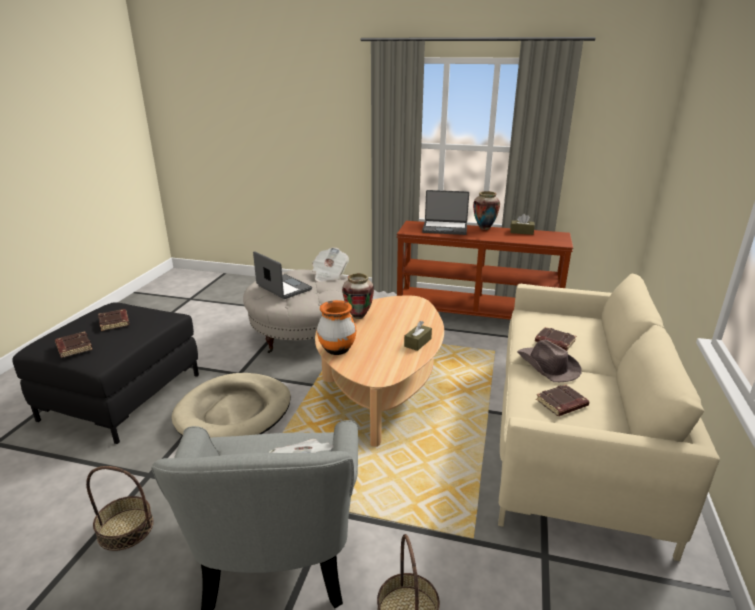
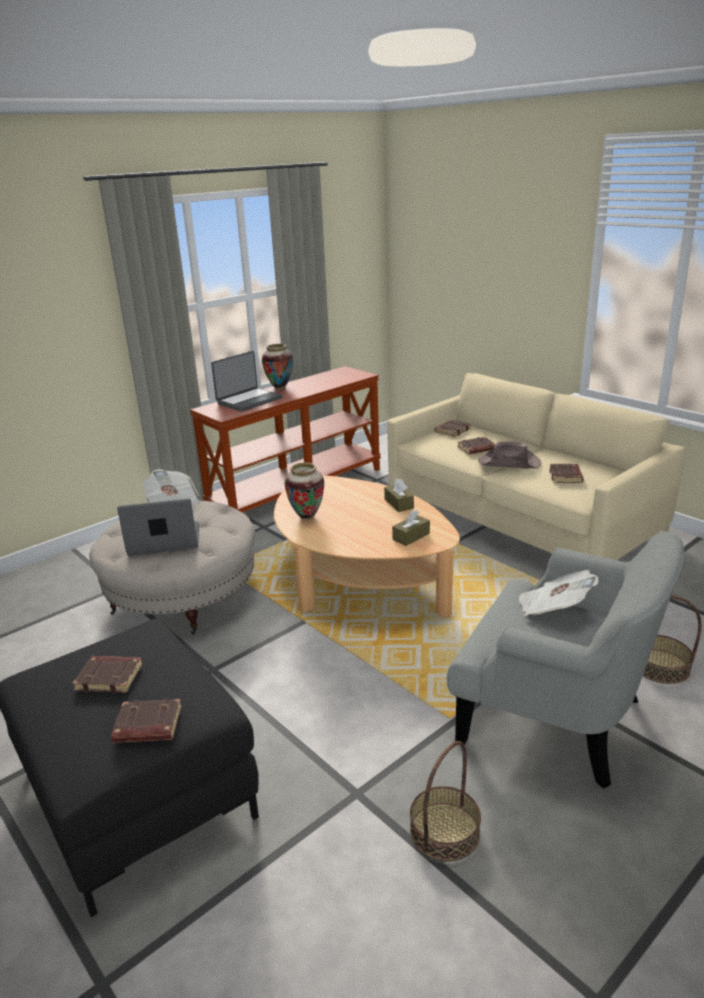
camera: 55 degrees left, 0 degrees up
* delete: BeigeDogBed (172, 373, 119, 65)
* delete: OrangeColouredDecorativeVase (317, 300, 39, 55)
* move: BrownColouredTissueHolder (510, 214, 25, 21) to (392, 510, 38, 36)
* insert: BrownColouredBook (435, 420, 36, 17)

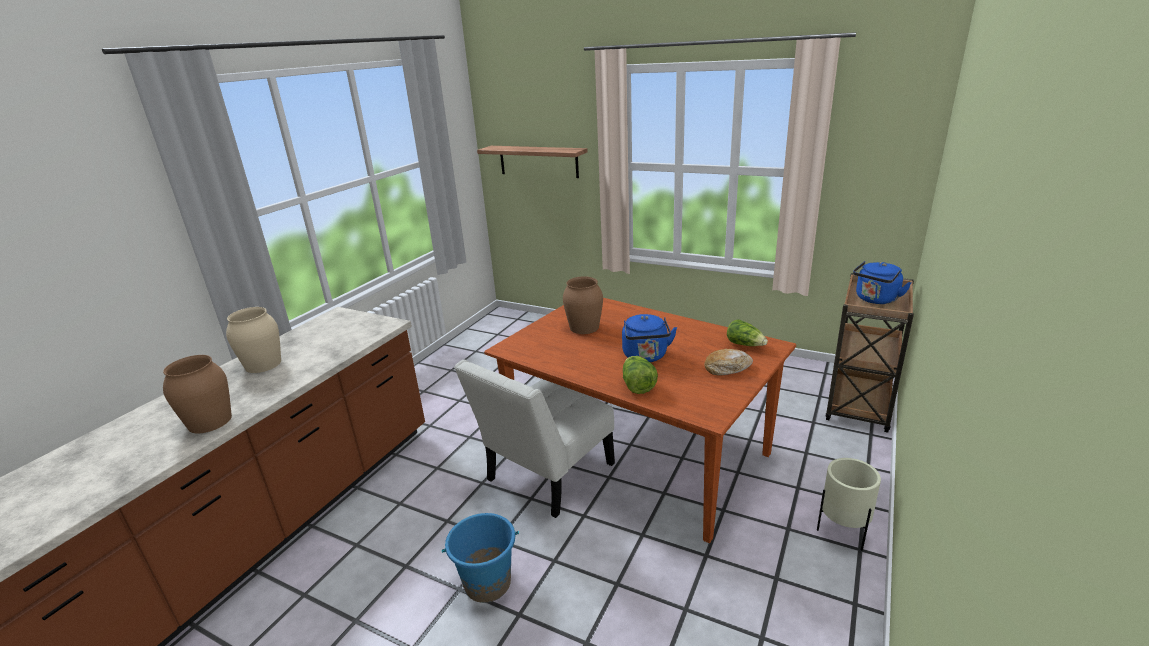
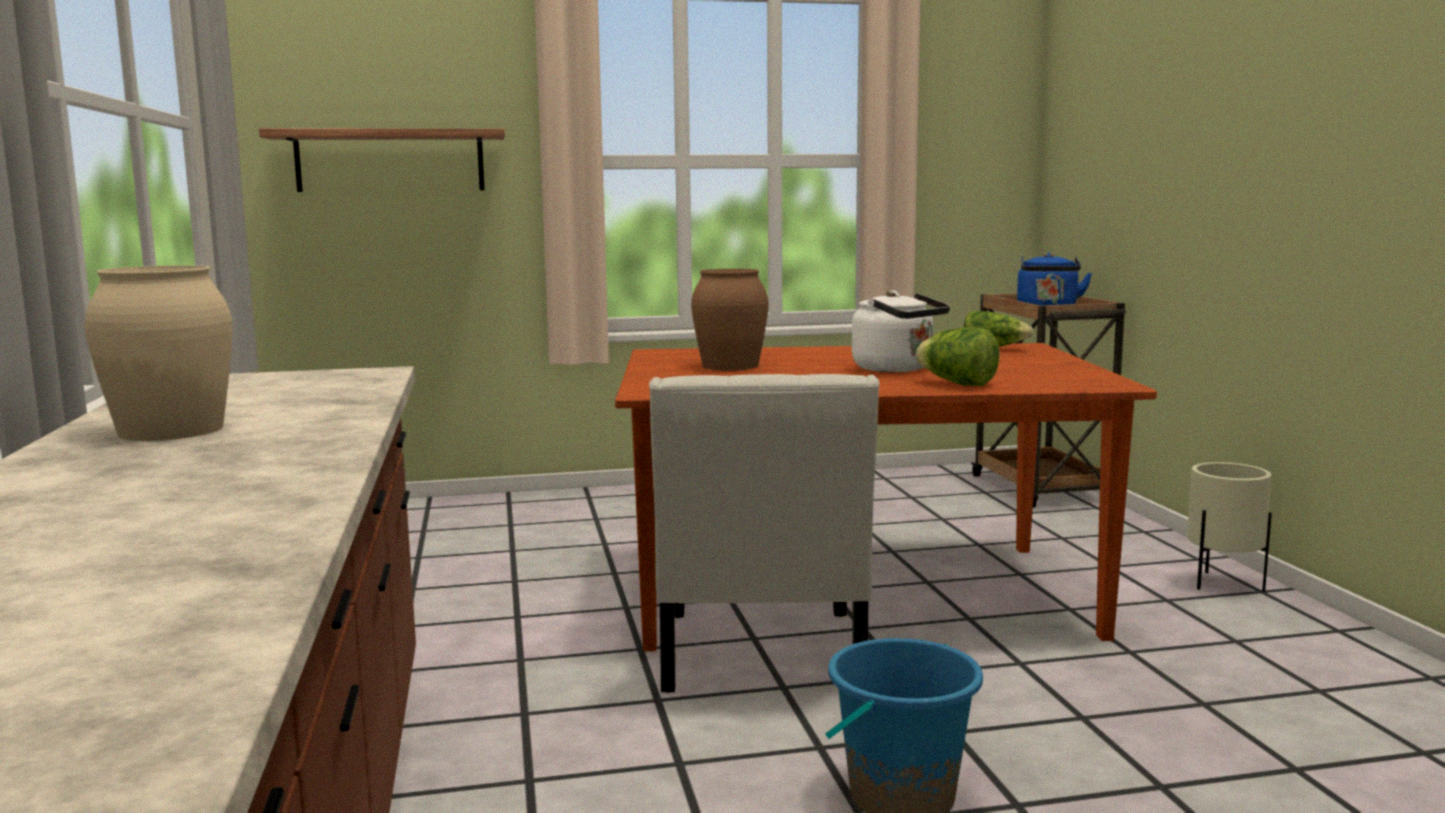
camera: 40 degrees left, 15 degrees down
* delete: BrownColouredDecorativeVase (163, 355, 69, 78)
* recolor: BluishWaterKettle (622, 314, 55, 48) to WhiteColouredWaterKettle (852, 290, 98, 82)
* delete: BakedBread (705, 349, 48, 27)

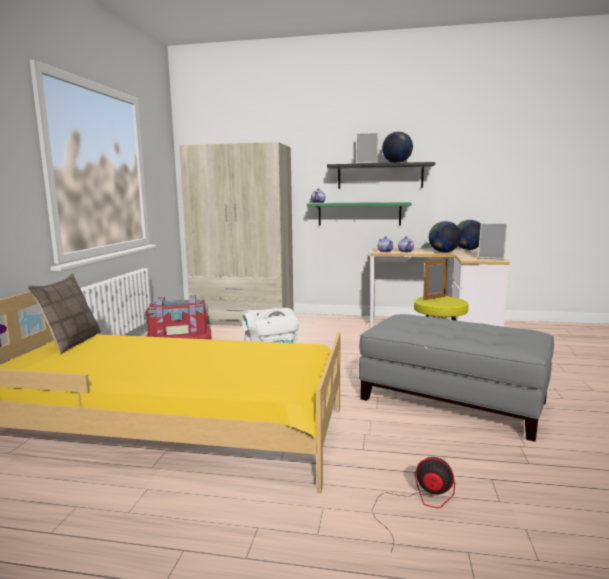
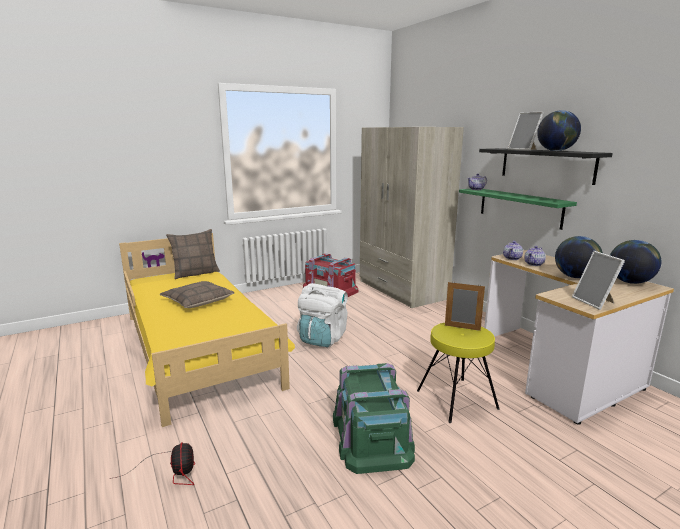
camera: 50 degrees right, 5 degrees up
* replace: GrayOttoman (359, 314, 195, 128) to GreenColouredStorageBin (333, 363, 82, 111)
* insert: Cushion (160, 281, 74, 27)

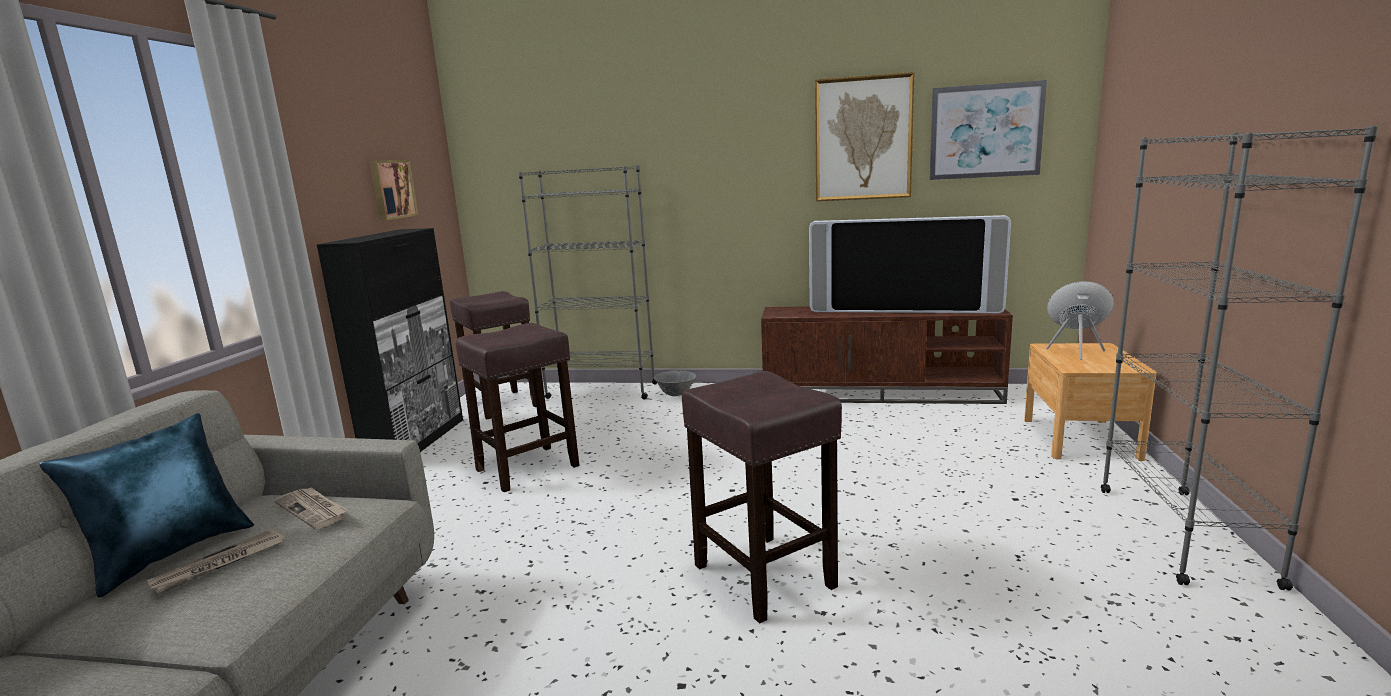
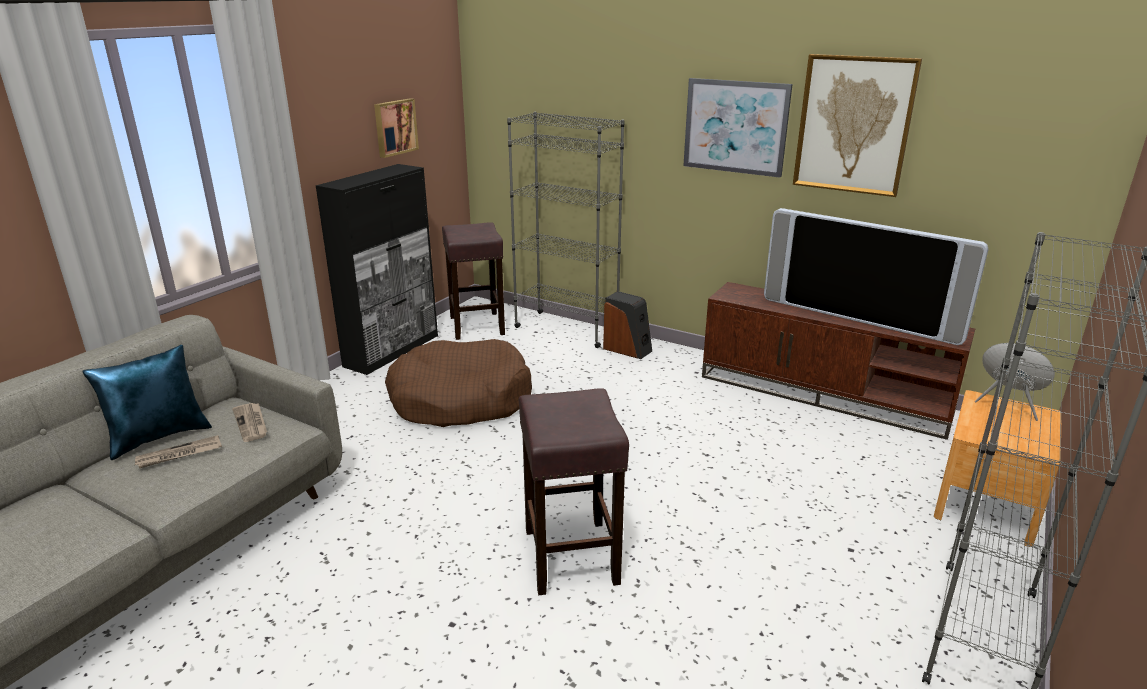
camera: 20 degrees right, 10 degrees up
* replace: BrownColouredStoolSeat (456, 323, 124, 169) to BrownColouredDogBed (385, 339, 147, 88)
* replace: GrayDeepDish (654, 370, 42, 26) to Loudspeaker (603, 291, 49, 68)
* move: WallArt (929, 80, 118, 100) to (683, 78, 109, 100)

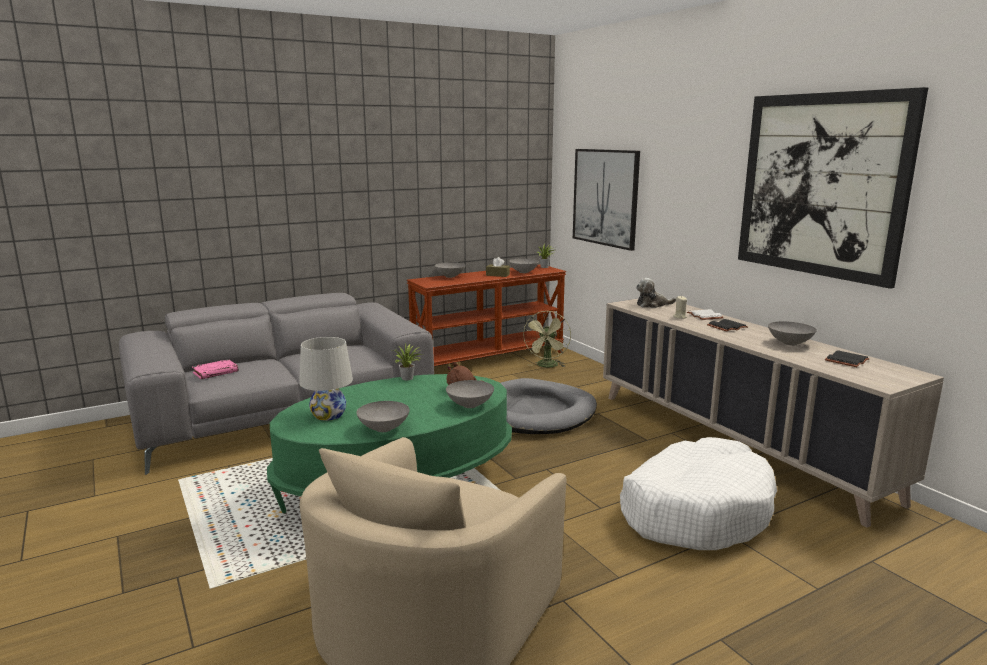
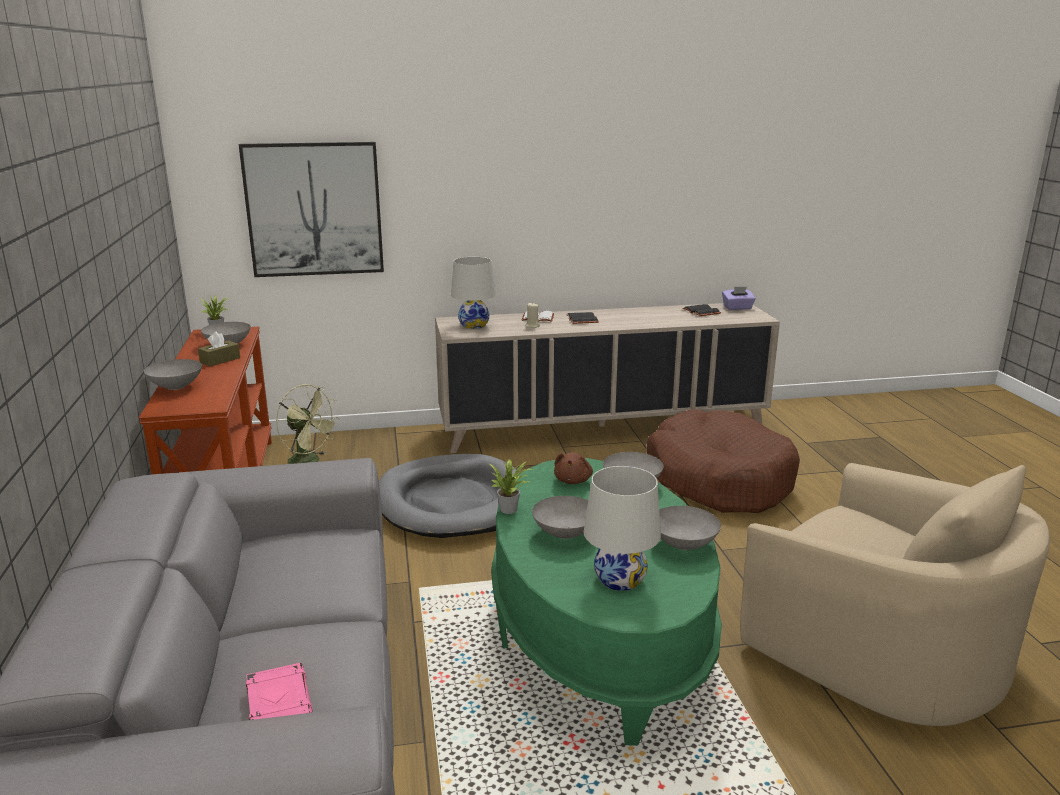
camera: 70 degrees left, 5 degrees up
* recolor: WhiteColouredDogBed (620, 437, 157, 113) to BrownColouredDogBed (647, 409, 153, 104)
* replace: SoftToy (636, 278, 40, 30) to WhiteColouredLampForATable (451, 257, 45, 72)
* delete: WallArt (738, 87, 190, 202)
* move: GrayDeepDish (768, 321, 49, 25) to (532, 496, 56, 43)
* insert: PurpleColouredTissueHolder (722, 287, 34, 23)

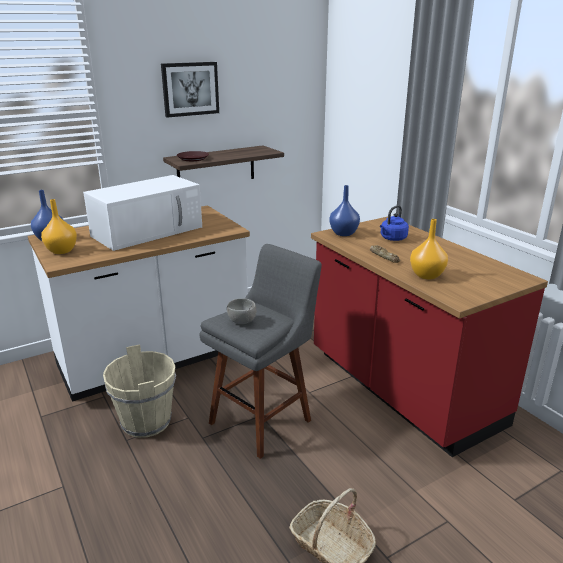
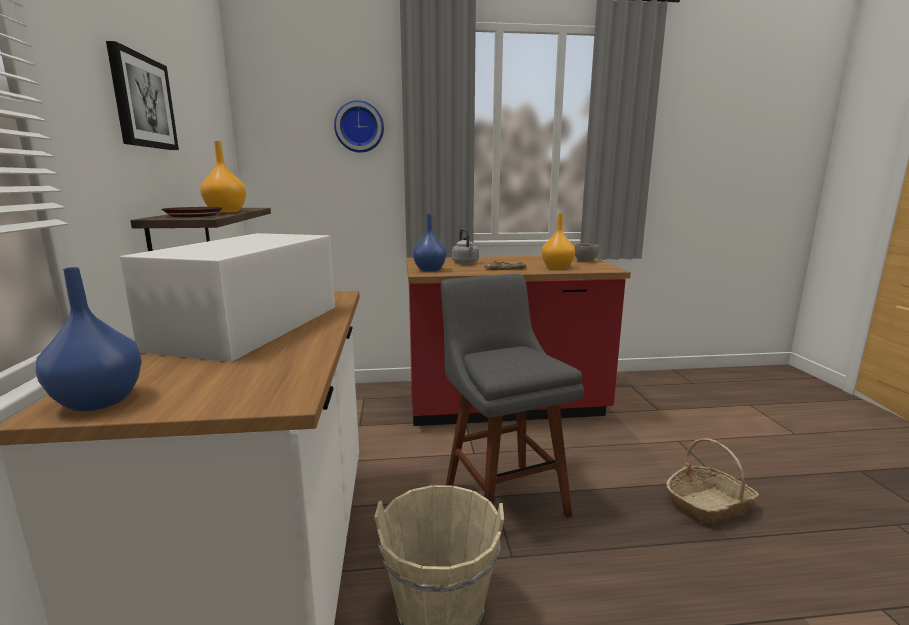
camera: 65 degrees left, 10 degrees down
* move: OrangeColouredDecorativeVase (41, 199, 36, 55) to (200, 141, 46, 72)
* rotate: WhiteColouredMicrowave (83, 175, 119, 76) = (120, 233, 215, 129) 150 degrees counterclockwise
* move: GrayDeepDish (227, 298, 29, 26) to (574, 244, 25, 18)
* recolor: BluishWaterKettle (380, 205, 29, 36) to GrayWaterKettle (452, 229, 27, 35)
* insert: ClockOnTheWall (334, 100, 50, 53)

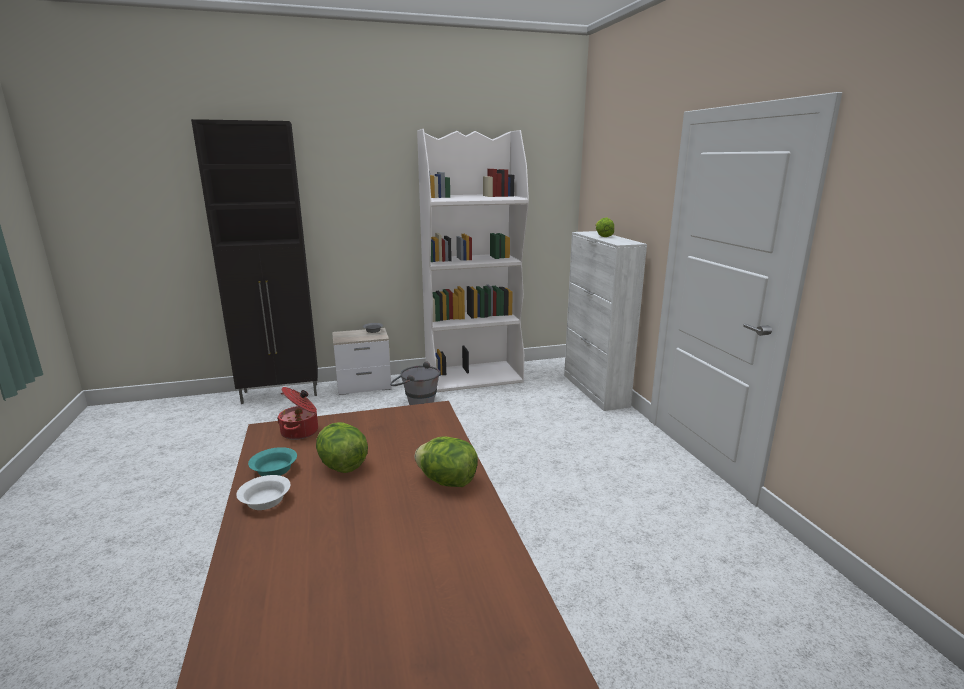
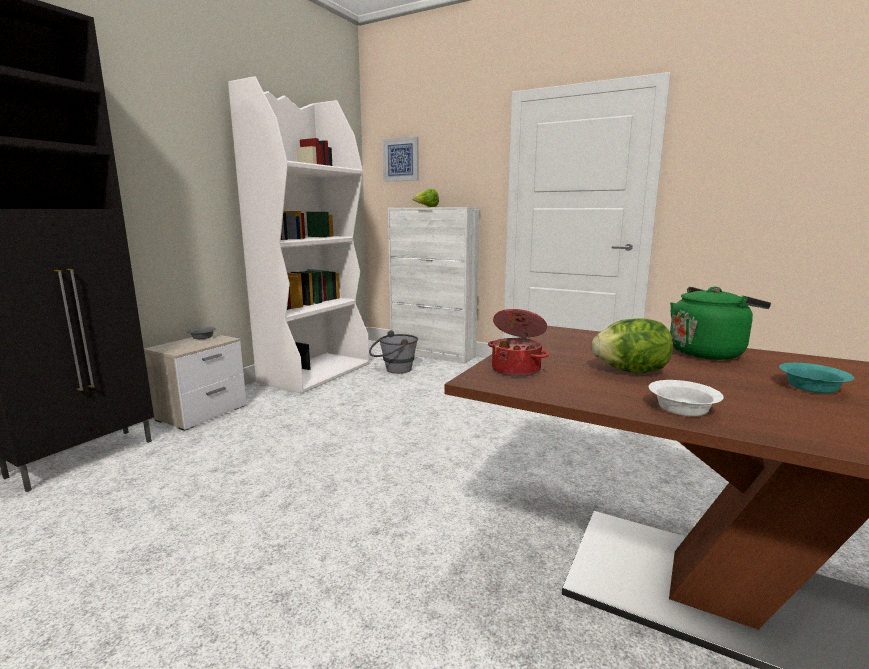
camera: 45 degrees left, 5 degrees down
* move: TurquoiseColouredDeepDish (248, 447, 49, 29) to (779, 363, 75, 30)
* move: GrayWaterBucket (390, 361, 50, 44) to (369, 330, 49, 44)
* replace: Lettuce (415, 436, 63, 51) to GreenColouredWaterKettle (670, 287, 101, 73)
* insert: WallArt (382, 137, 37, 45)

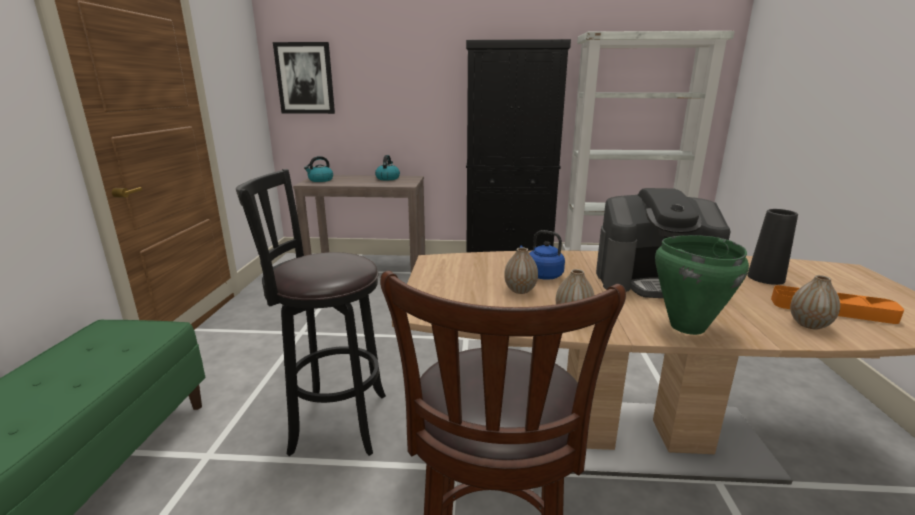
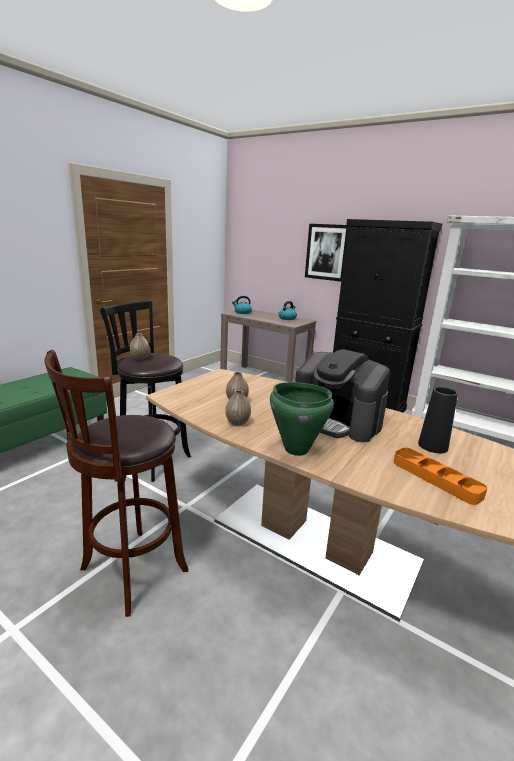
camera: 30 degrees right, 0 degrees up
* move: WallArt (273, 42, 62, 72) to (305, 224, 43, 58)
* delete: BluishWaterKettle (520, 230, 45, 50)
* move: DecorativeVase (790, 275, 50, 54) to (130, 333, 20, 27)

